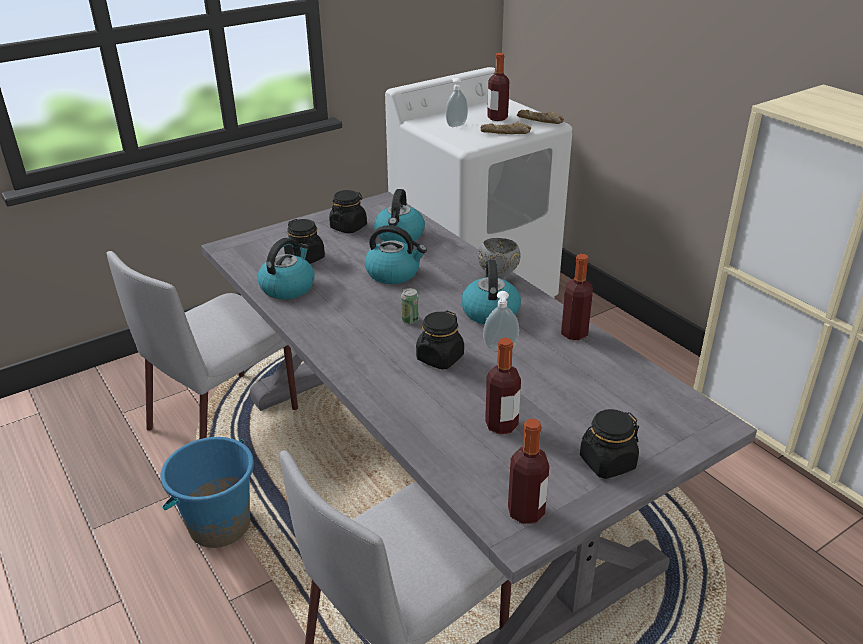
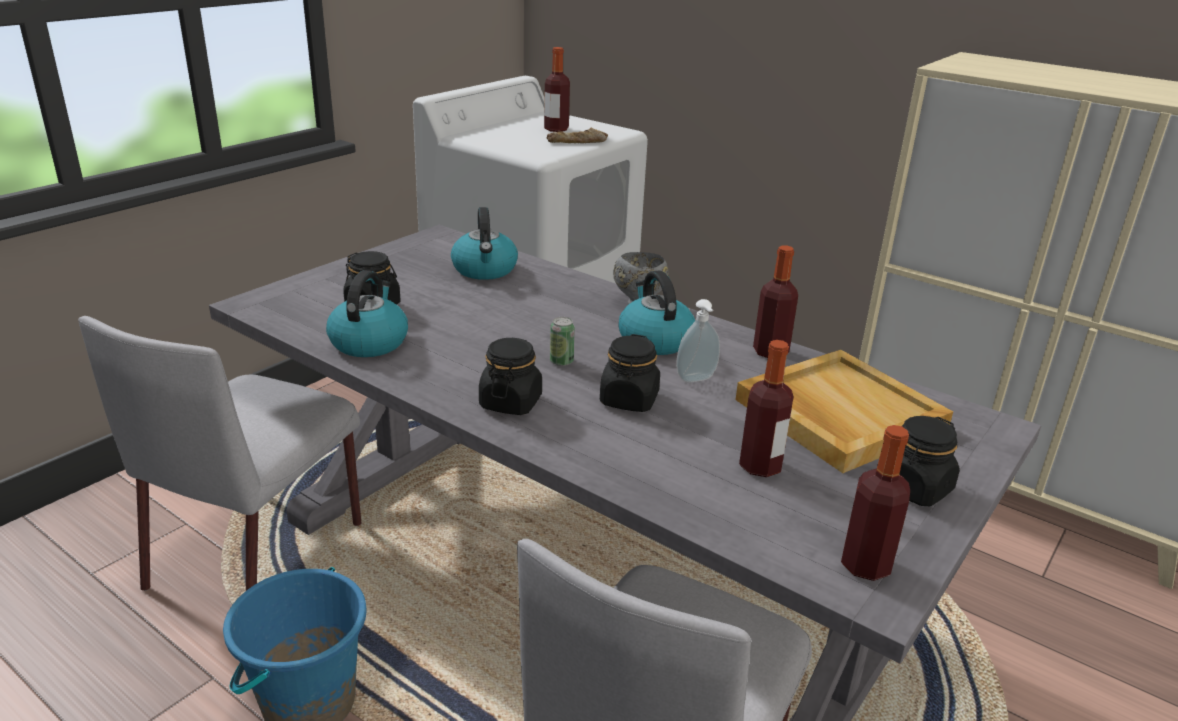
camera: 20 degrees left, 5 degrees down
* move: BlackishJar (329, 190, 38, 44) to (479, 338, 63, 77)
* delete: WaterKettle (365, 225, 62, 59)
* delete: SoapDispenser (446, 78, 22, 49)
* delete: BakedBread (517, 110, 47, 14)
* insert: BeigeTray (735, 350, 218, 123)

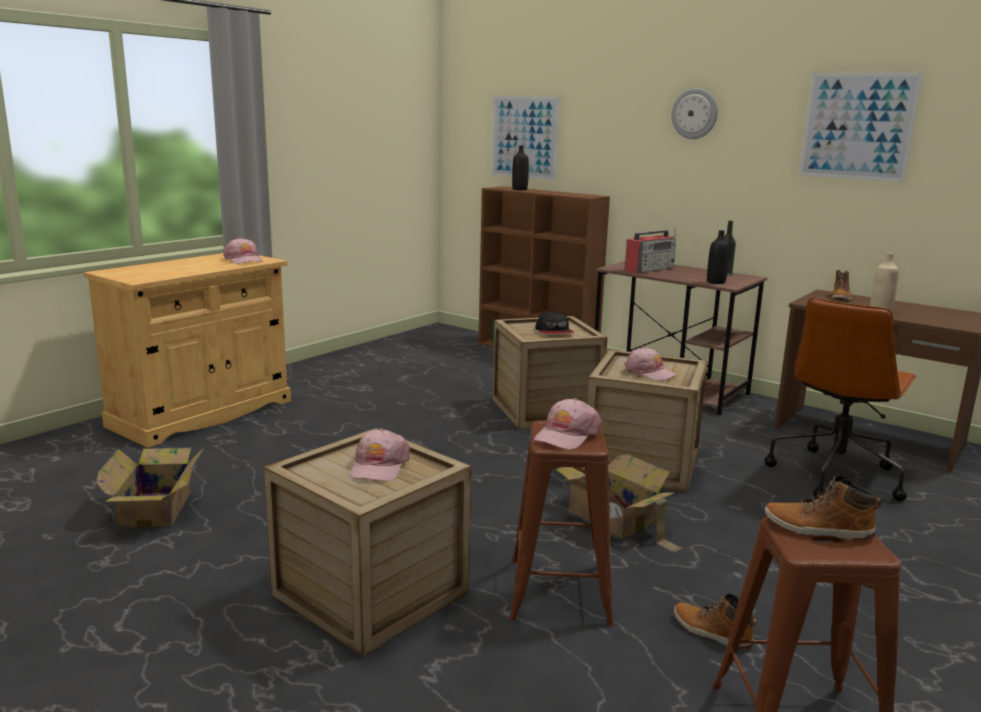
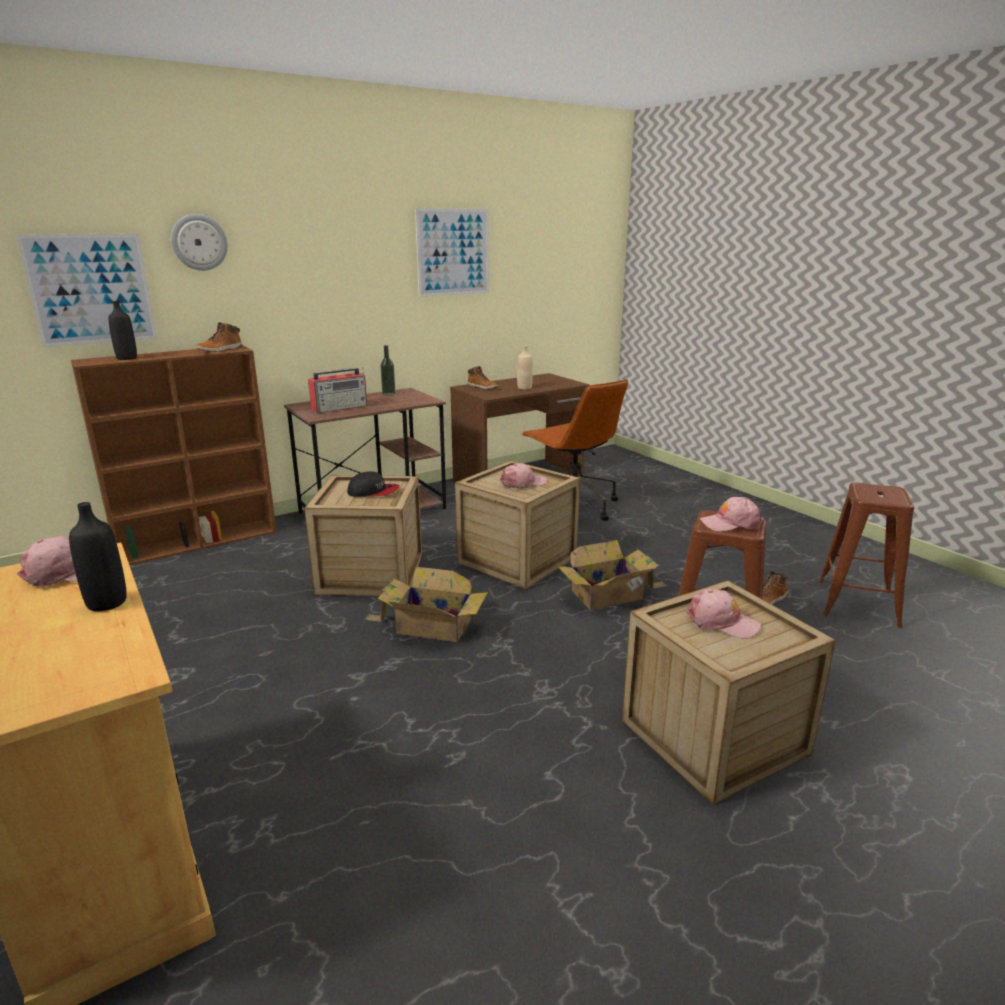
camera: 70 degrees left, 5 degrees up
* move: CardboardBox (96, 448, 108, 80) to (365, 567, 123, 75)
* rotate: PinkBaseballCap (534, 398, 68, 52) = (700, 497, 64, 35) 120 degrees clockwise
* rotate: RadioSet (625, 229, 51, 45) = (308, 367, 59, 46) 75 degrees clockwise
* move: ClockOnTheWall (671, 88, 47, 51) to (171, 214, 57, 57)
* move: BlackishBottle (707, 230, 23, 54) to (69, 502, 58, 109)
* move: HighTopBoot (765, 476, 116, 64) to (196, 322, 46, 30)

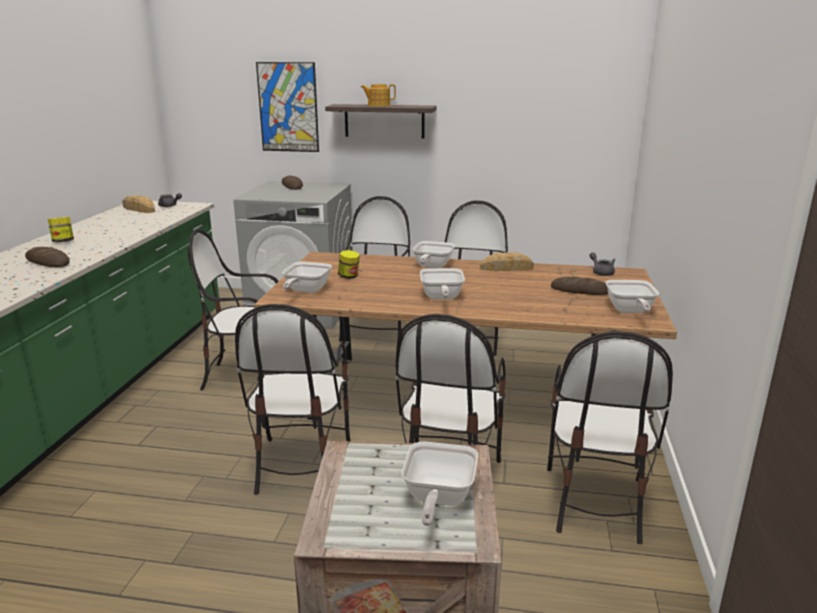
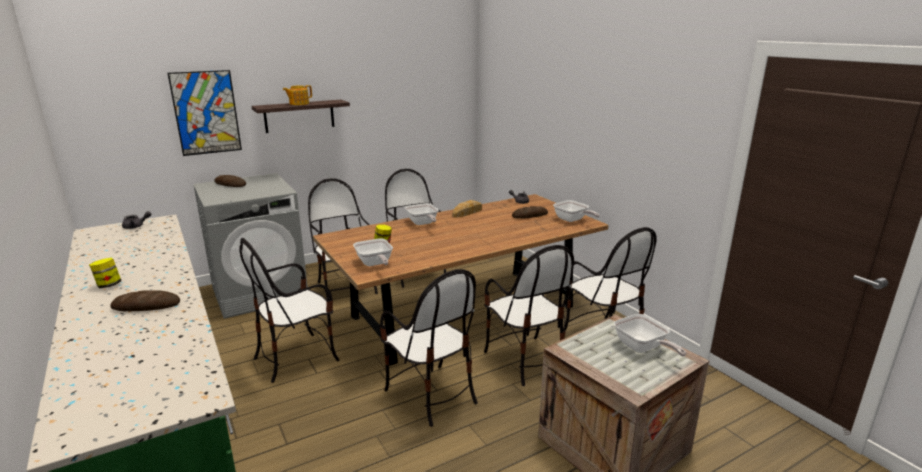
camera: 40 degrees left, 0 degrees up
* delete: BakedBread (122, 195, 33, 18)
* delete: Pan (420, 268, 45, 31)

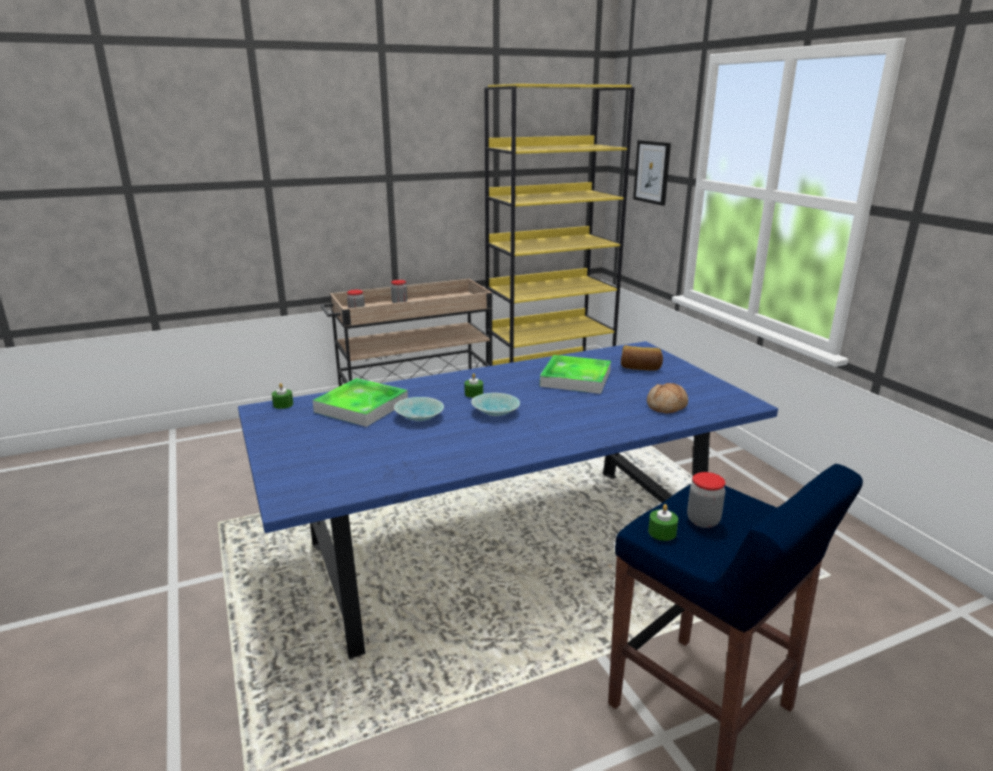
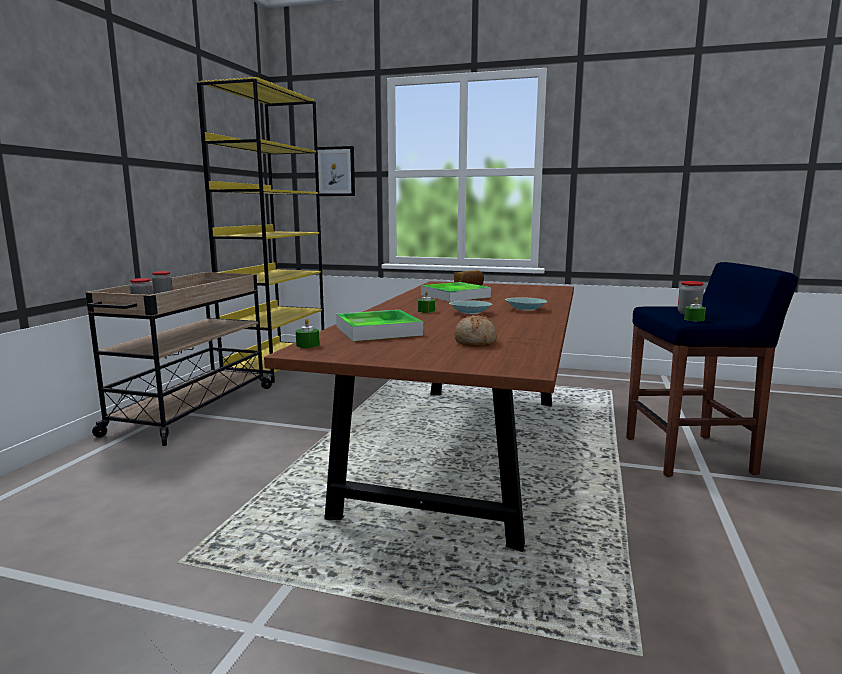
camera: 50 degrees left, 10 degrees down
* recolor: BluishDinnerTable (238, 341, 540, 318) to BrownColouredDinnerTable (264, 281, 310, 271)
* move: TurquoiseColouredDeepDish (394, 397, 50, 24) to (505, 297, 42, 14)
* move: BakedBread (647, 383, 41, 30) to (454, 314, 43, 33)

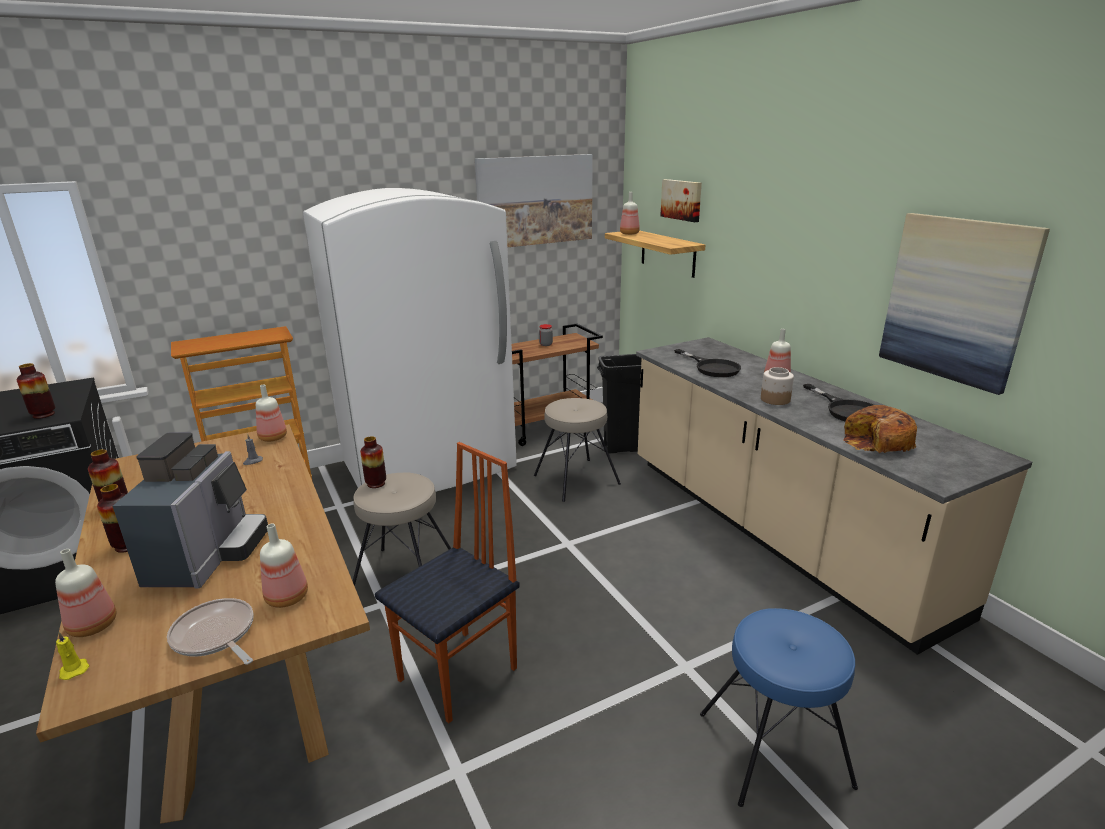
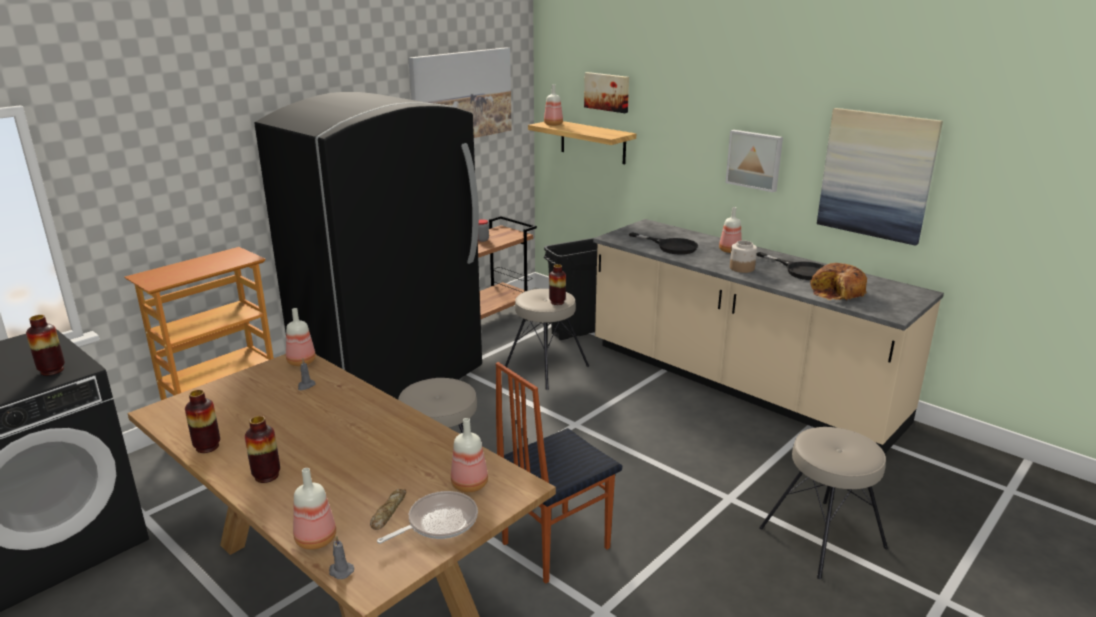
camera: 20 degrees left, 0 degrees up
* recolor: YellowishCandle (56, 632, 33, 48) to GrayCandle (329, 536, 25, 43)
* delete: CoffeeMachine (113, 432, 155, 156)
* rotate: Pan (167, 598, 86, 67) = (377, 491, 101, 53) 120 degrees clockwise
* recolor: WhiteColouredRefrigerator (303, 188, 214, 304) to BlackishRefrigerator (255, 92, 227, 307)
* move: DecorativeVase (360, 436, 26, 52) to (549, 264, 17, 41)
* rotate: PlainChair (375, 442, 145, 282) = (496, 362, 126, 222) 150 degrees counterclockwise
* recolor: BluishStoolSeat (700, 608, 158, 199) to BeigeStoolSeat (759, 427, 129, 152)
* insert: BakedBread (370, 489, 37, 41)
* insert: WallArt (725, 130, 58, 62)

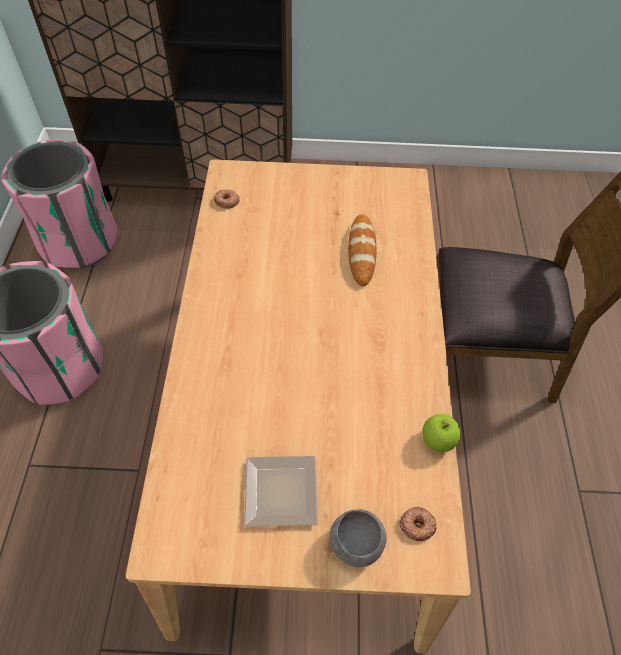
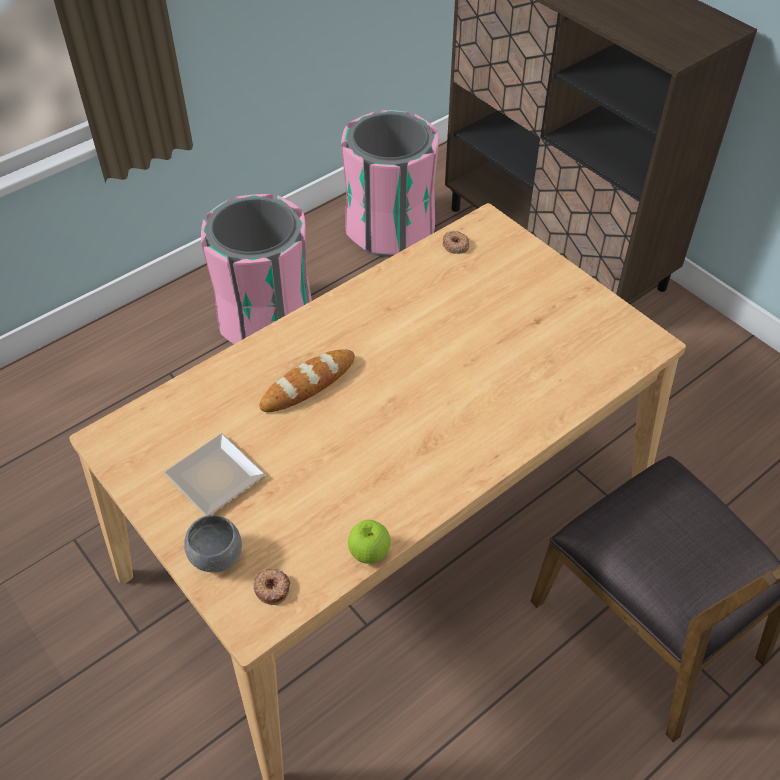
camera: 50 degrees right, 5 degrees down
* move: BakedBread (348, 214, 28, 72) to (259, 349, 96, 63)

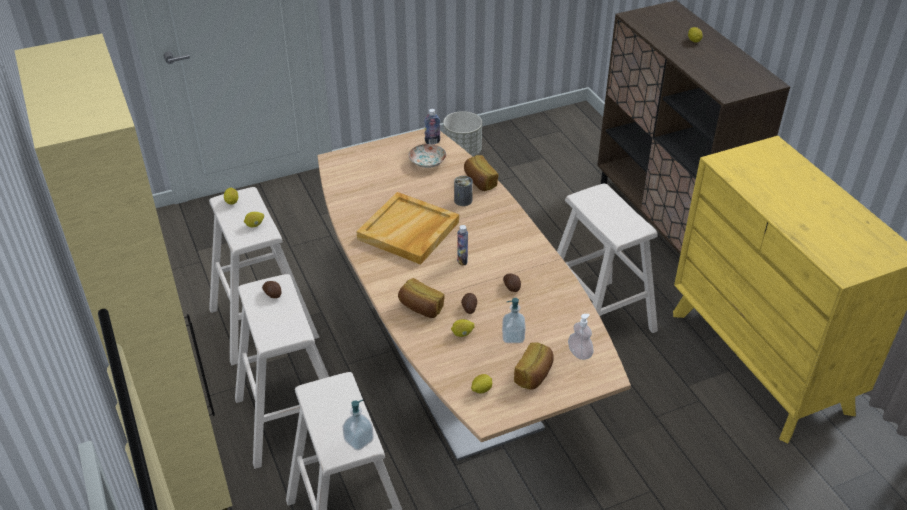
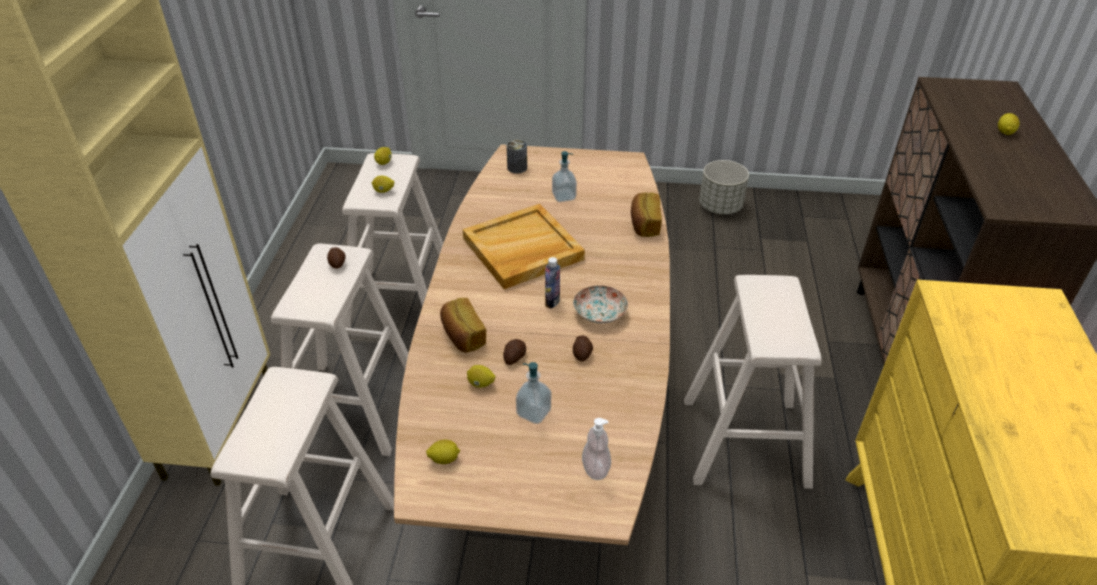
camera: 30 degrees right, 0 degrees up
* move: SoapDispenser (342, 400, 32, 50) to (552, 151, 25, 51)
* move: Plate (408, 144, 38, 24) to (573, 286, 55, 38)
* delete: Bottle (424, 109, 17, 35)
* move: Can (454, 176, 19, 30) to (506, 140, 21, 34)
* delete: BakedBread (514, 343, 40, 47)

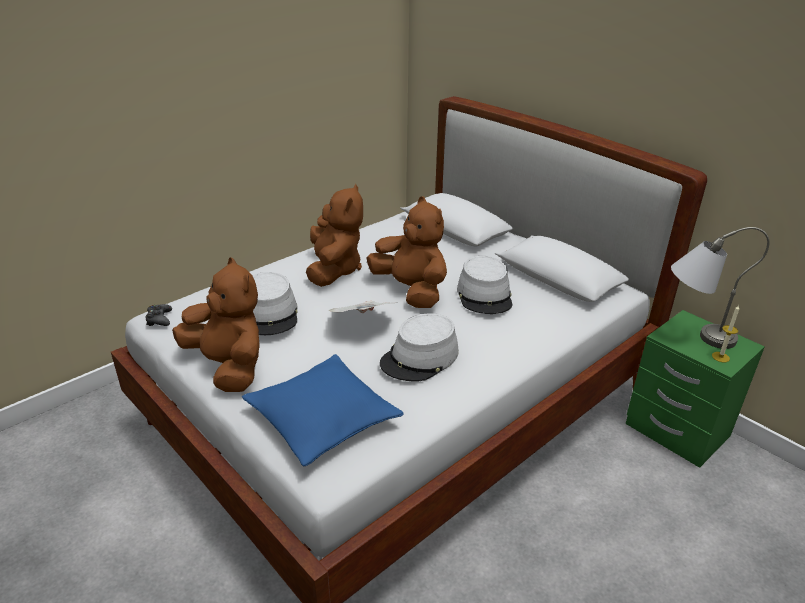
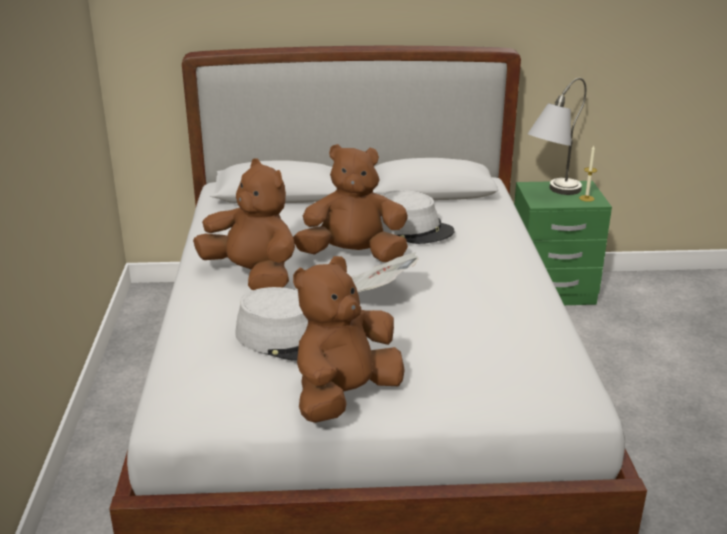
camera: 50 degrees left, 5 degrees down
* delete: BlackishGamepad (146, 304, 26, 22)
* rotate: BrownColouredSoftToy (172, 257, 88, 135) = (293, 256, 112, 167) 45 degrees counterclockwise
* delete: BluishCushion (242, 354, 162, 113)
* delete: GrayWearableHat (380, 313, 79, 68)

